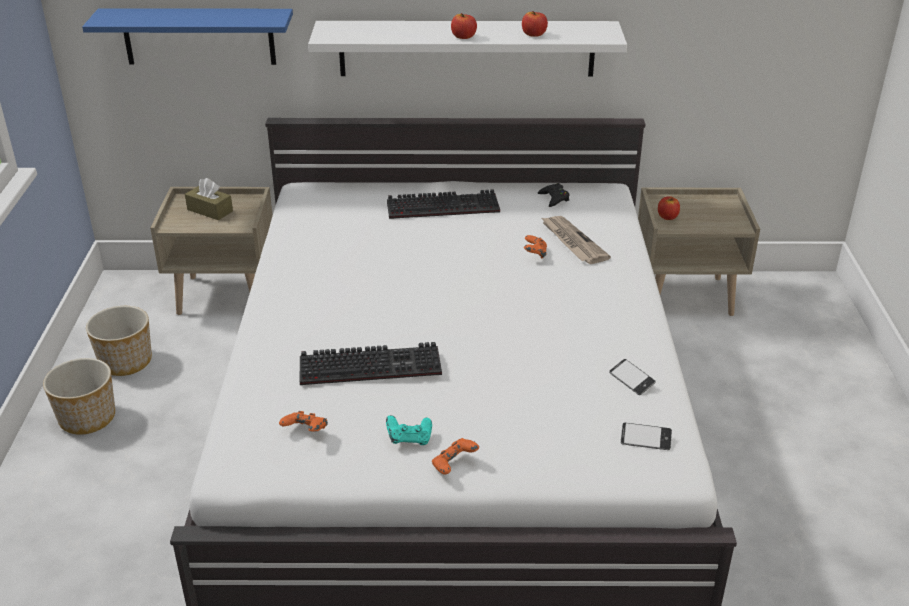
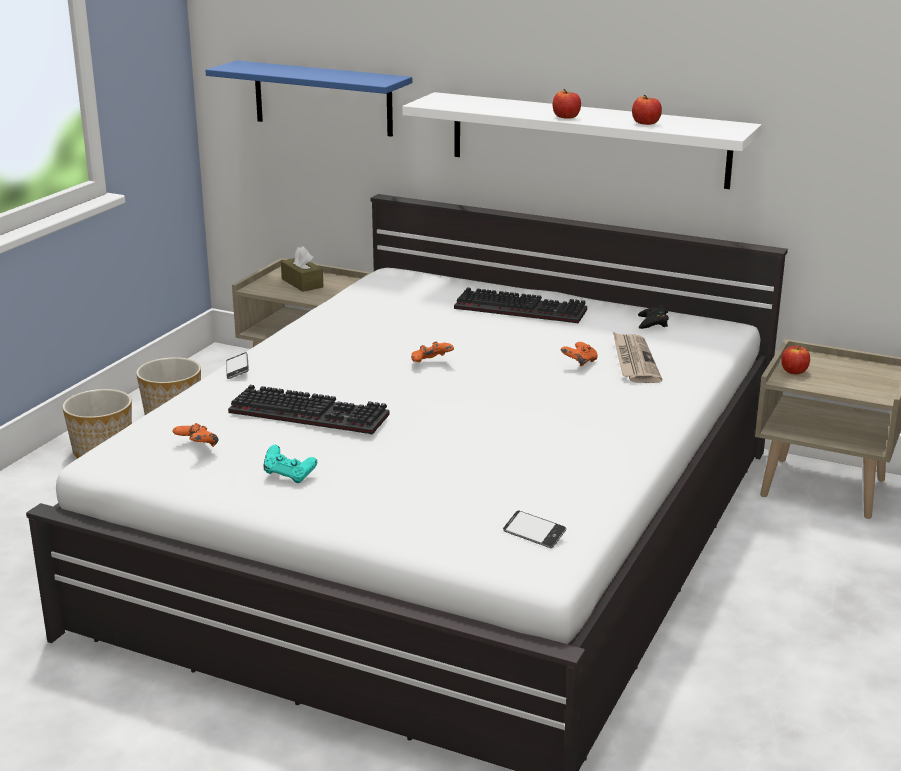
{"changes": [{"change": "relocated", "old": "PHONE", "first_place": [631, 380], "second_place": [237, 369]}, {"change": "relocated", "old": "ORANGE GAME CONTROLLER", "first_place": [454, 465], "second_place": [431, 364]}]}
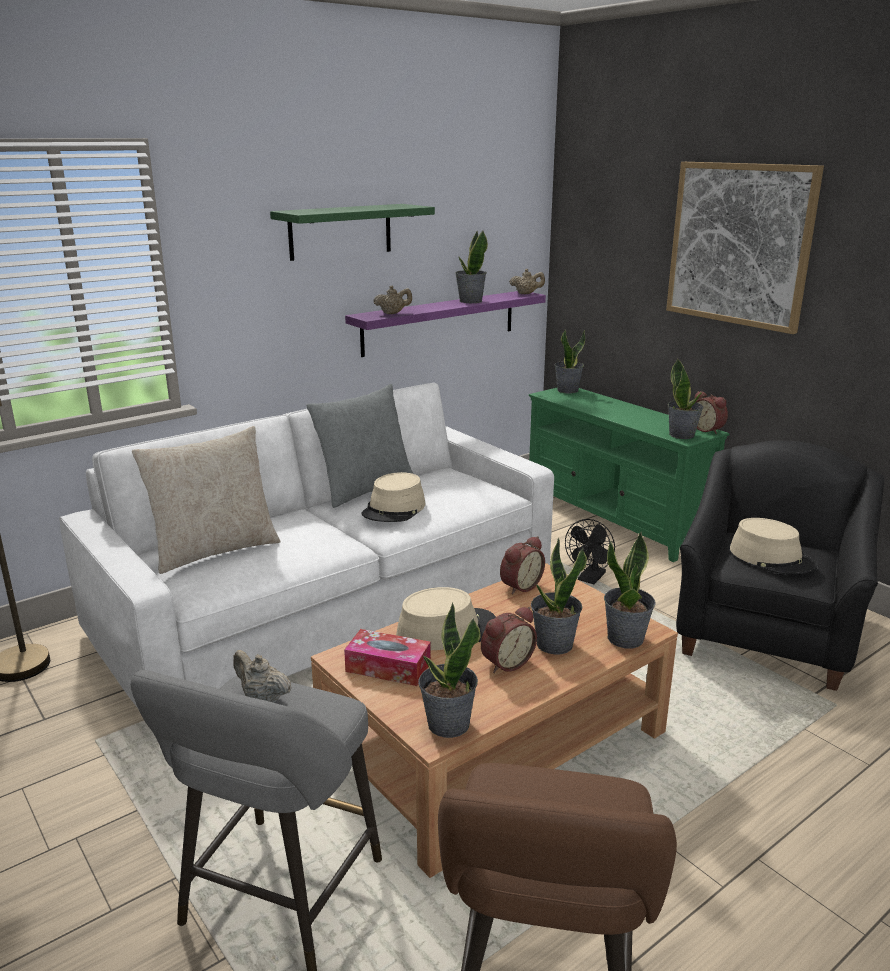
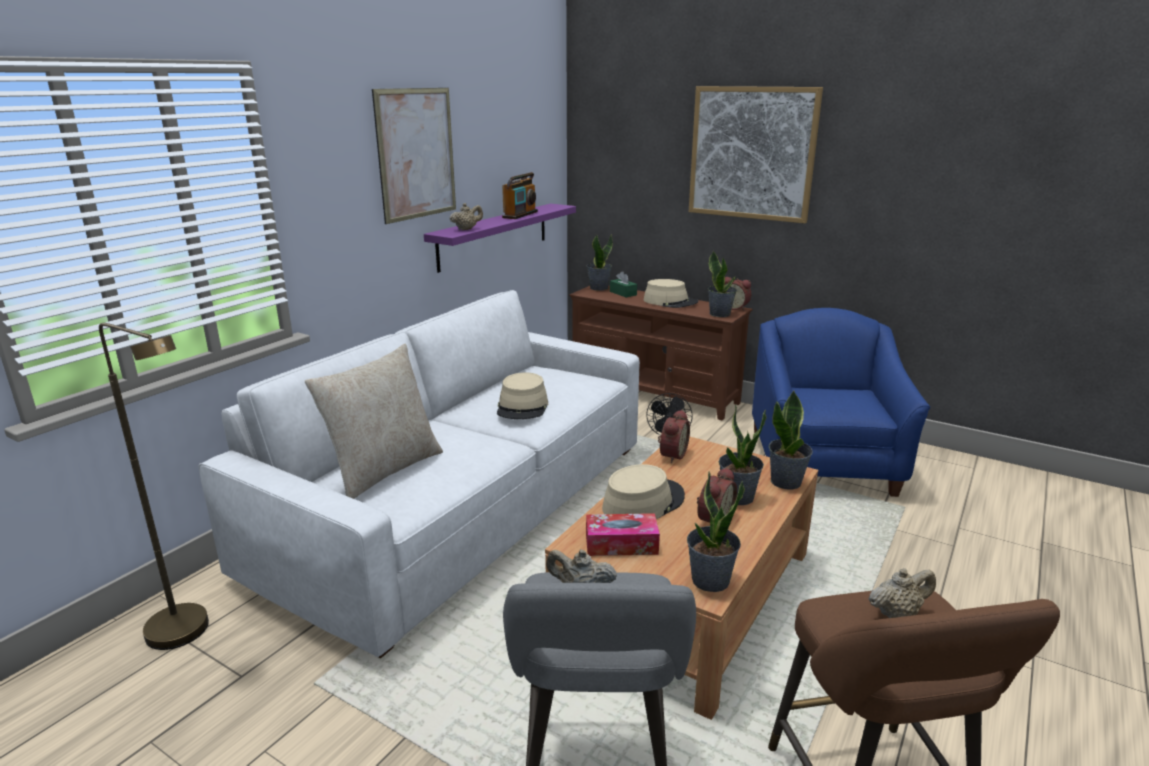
{"changes": [{"change": "exchanged", "old": "GREEN SHELF", "new": "PICTURE", "first_place": [340, 231], "second_place": [416, 154]}, {"change": "exchanged", "old": "POTTED PLANT", "new": "RADIO", "first_place": [470, 301], "second_place": [520, 214]}, {"change": "relocated", "old": "BEIGE TEAPOT", "first_place": [526, 294], "second_place": [897, 613]}, {"change": "missing", "old": "GREY PILLOW", "first_place": [365, 489]}, {"change": "colour", "old": "GREEN TV STAND", "new": "BROWN TV STAND", "first_place": [613, 520], "second_place": [654, 394]}, {"change": "colour", "old": "BLACK ARMCHAIR", "new": "BLUE ARMCHAIR", "first_place": [766, 633], "second_place": [823, 463]}, {"change": "relocated", "old": "BEIGE HAT", "first_place": [772, 558], "second_place": [670, 302]}, {"change": "appeared", "new": "GREEN TISSUE BOX", "second_place": [623, 293]}]}
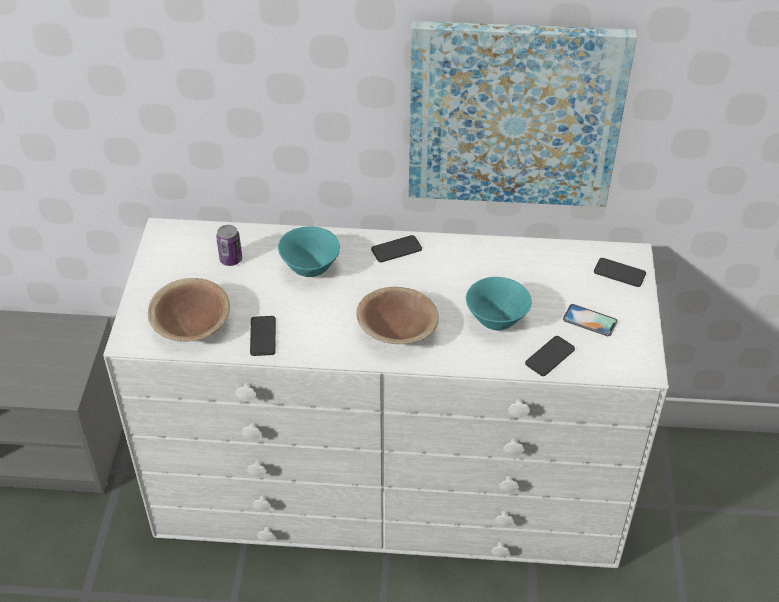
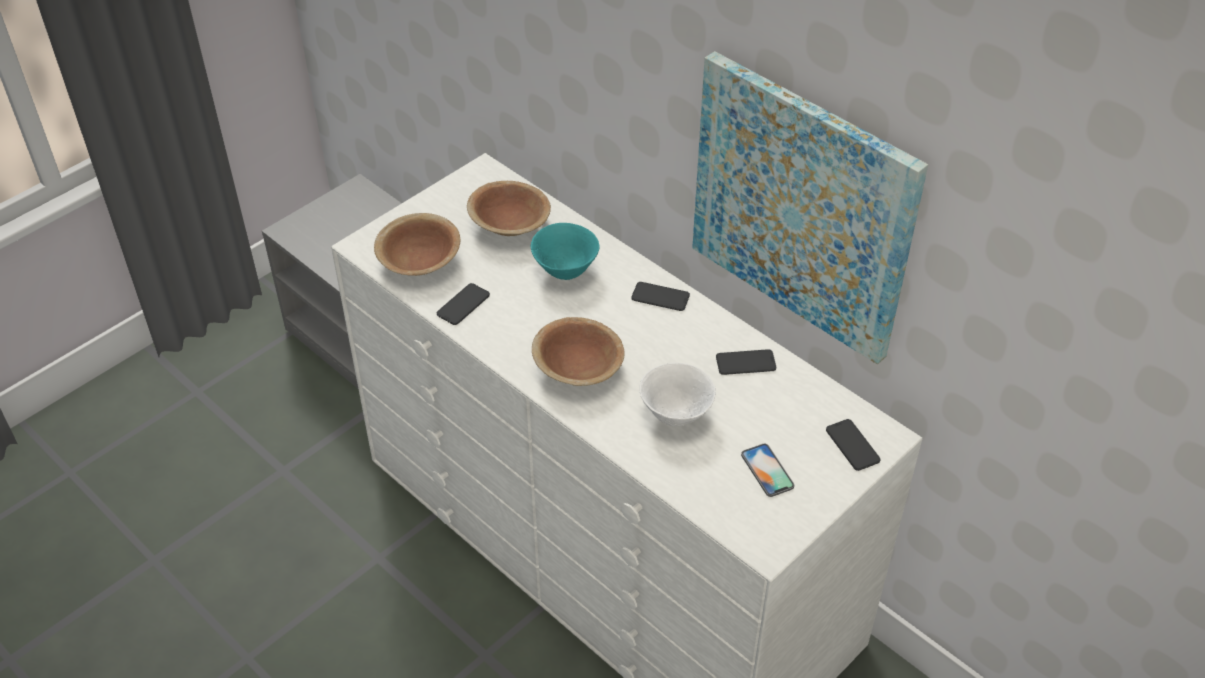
{"changes": [{"change": "exchanged", "old": "CAN", "new": "BROWN BOWL", "first_place": [231, 259], "second_place": [510, 225]}, {"change": "colour", "old": "TURQUOISE BOWL", "new": "WHITE BOWL", "first_place": [496, 321], "second_place": [676, 414]}, {"change": "relocated", "old": "PHONE", "first_place": [550, 356], "second_place": [745, 363]}]}
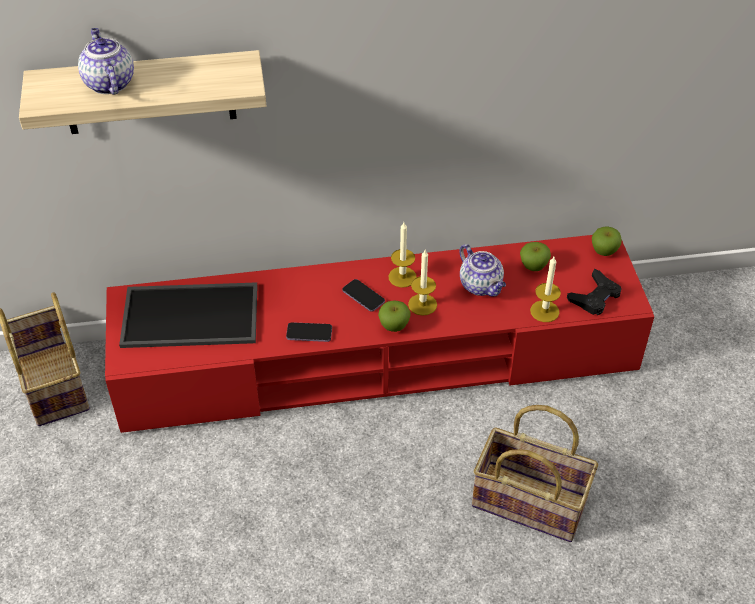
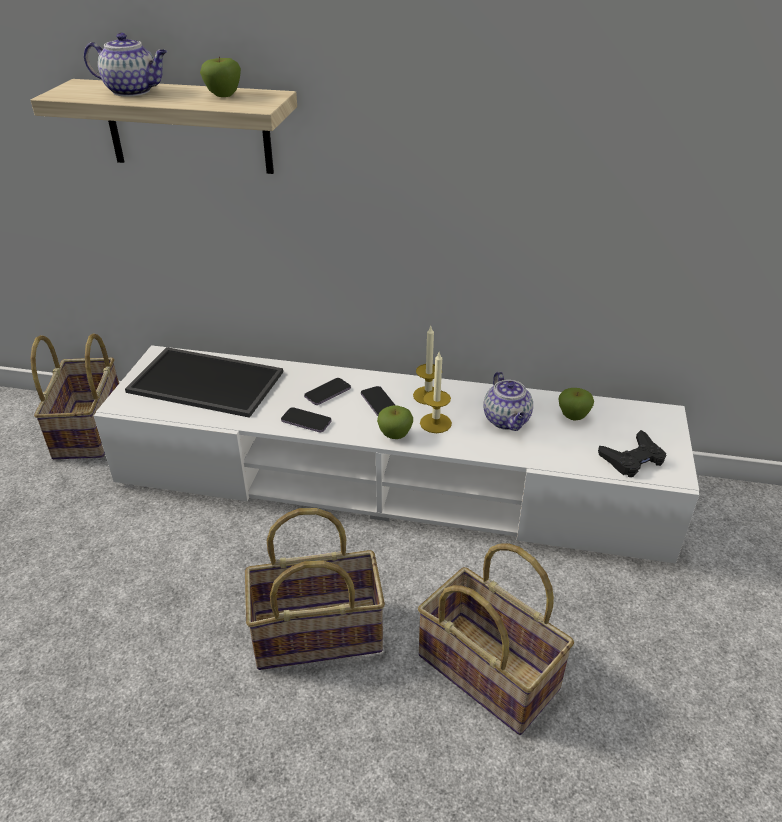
{"changes": [{"change": "spun", "old": "TEAPOT", "first_place": [108, 83], "second_place": [133, 91], "degrees": 105}, {"change": "relocated", "old": "APPLE", "first_place": [604, 251], "second_place": [223, 95]}, {"change": "colour", "old": "RED TV STAND", "new": "WHITE TV STAND", "first_place": [378, 358], "second_place": [392, 481]}, {"change": "missing", "old": "CANDLE", "first_place": [544, 311]}, {"change": "appeared", "new": "PHONE", "second_place": [327, 393]}, {"change": "appeared", "new": "BASKET", "second_place": [318, 632]}]}
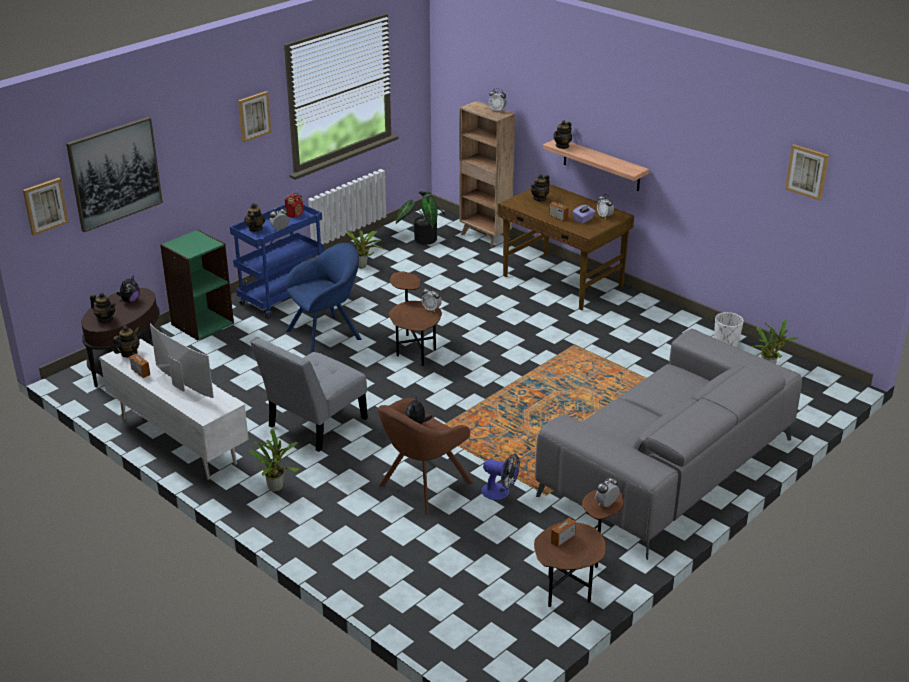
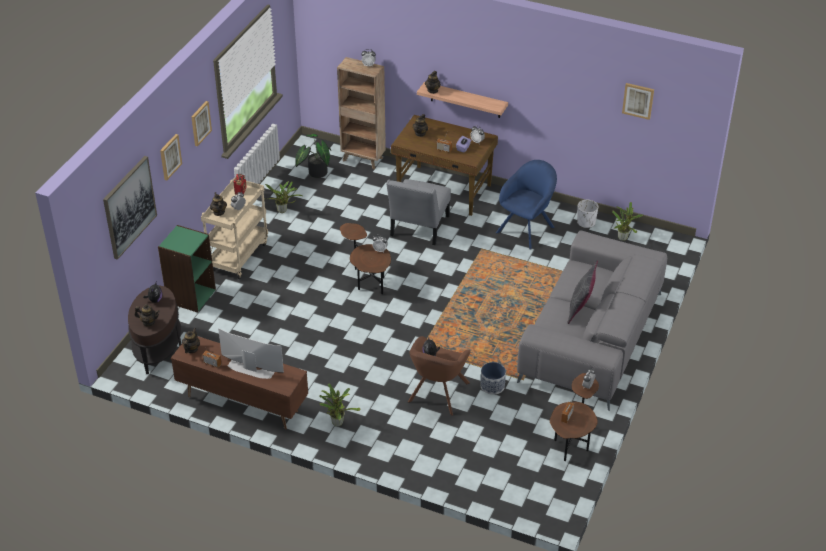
{"changes": [{"change": "relocated", "old": "PICTURE", "first_place": [45, 206], "second_place": [170, 156]}, {"change": "colour", "old": "BLUE CART", "new": "BEIGE CART", "first_place": [282, 297], "second_place": [238, 255]}, {"change": "relocated", "old": "BLUE ARMCHAIR", "first_place": [327, 334], "second_place": [527, 228]}, {"change": "relocated", "old": "GREY CHAIR", "first_place": [313, 425], "second_place": [418, 228]}, {"change": "colour", "old": "WHITE TV STAND", "new": "BROWN TV STAND", "first_place": [179, 441], "second_place": [243, 403]}, {"change": "exchanged", "old": "FAN", "new": "PLANTER", "first_place": [500, 492], "second_place": [492, 386]}, {"change": "appeared", "new": "GREY PILLOW", "second_place": [580, 309]}]}
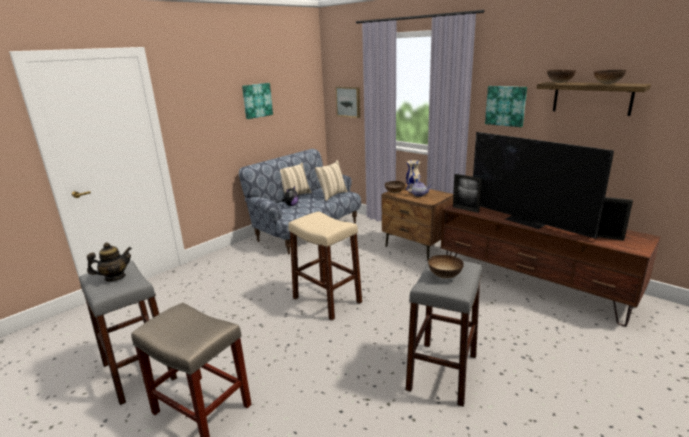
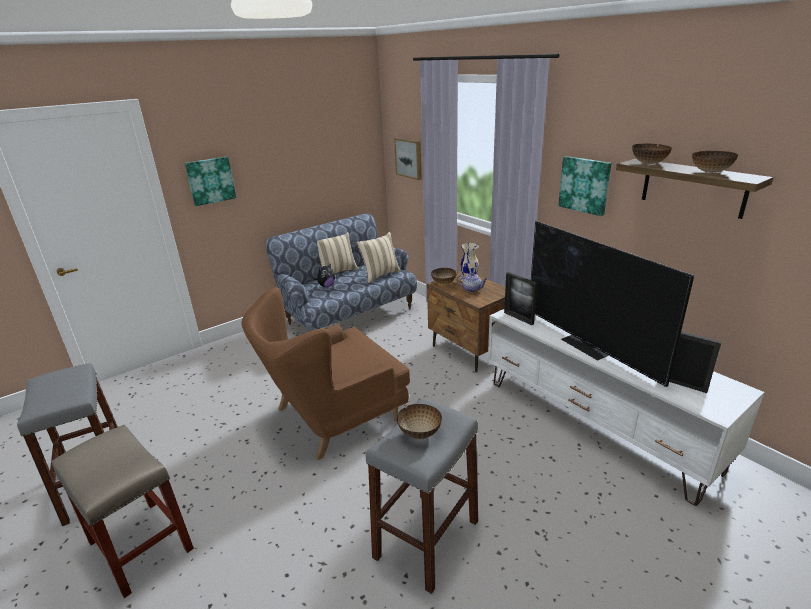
{"changes": [{"change": "relocated", "old": "PICTURE", "first_place": [257, 100], "second_place": [210, 180]}, {"change": "colour", "old": "BROWN TV STAND", "new": "WHITE TV STAND", "first_place": [532, 284], "second_place": [595, 423]}, {"change": "exchanged", "old": "BEIGE STOOL", "new": "BROWN ARMCHAIR", "first_place": [327, 300], "second_place": [333, 416]}, {"change": "missing", "old": "TEAPOT", "first_place": [115, 277]}]}
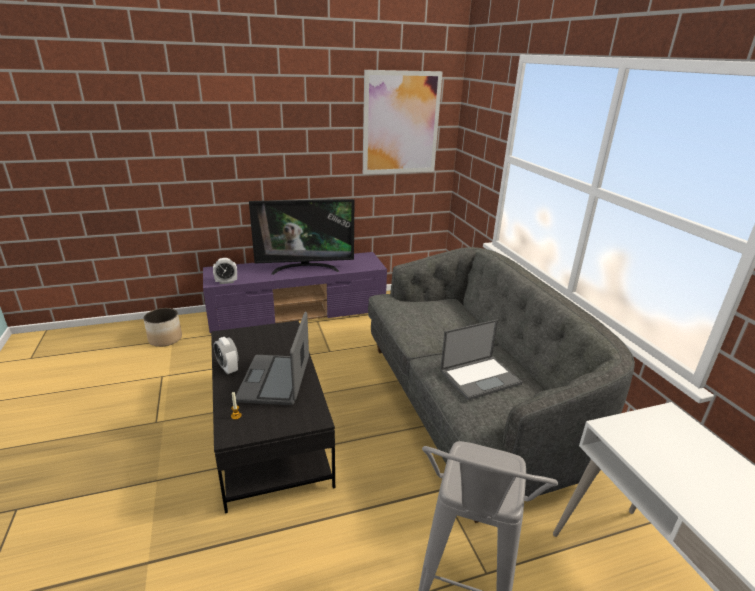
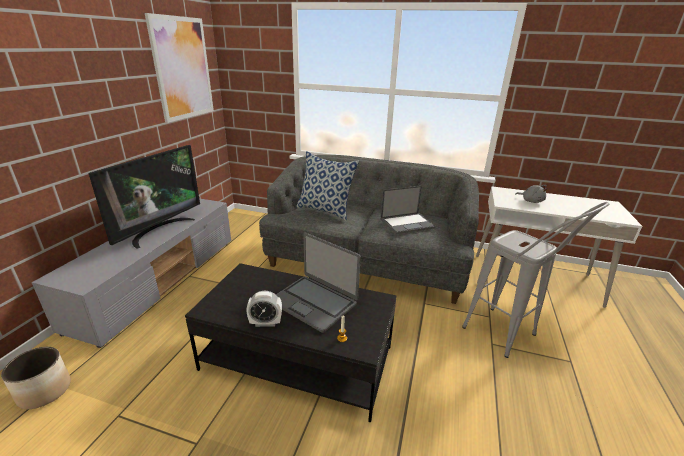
{"changes": [{"change": "colour", "old": "PURPLE TV STAND", "new": "GREY TV STAND", "first_place": [299, 313], "second_place": [160, 280]}, {"change": "missing", "old": "ALARM CLOCK", "first_place": [226, 282]}, {"change": "spun", "old": "LAPTOP", "first_place": [480, 377], "second_place": [407, 223], "degrees": 60}, {"change": "appeared", "new": "PILLOW", "second_place": [325, 210]}, {"change": "appeared", "new": "GREY PLUSH TOY", "second_place": [531, 201]}]}
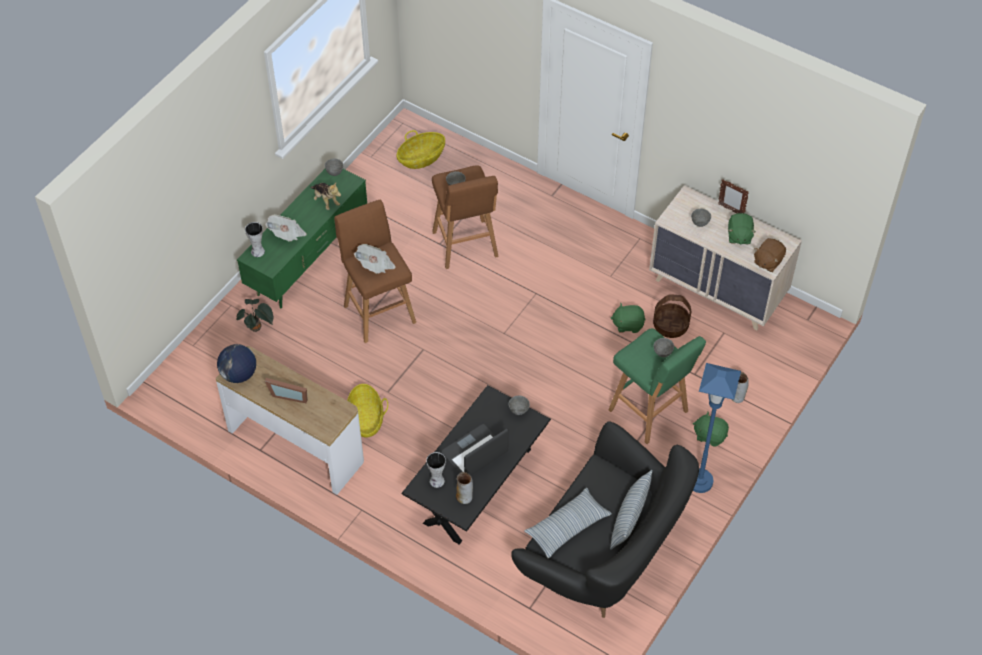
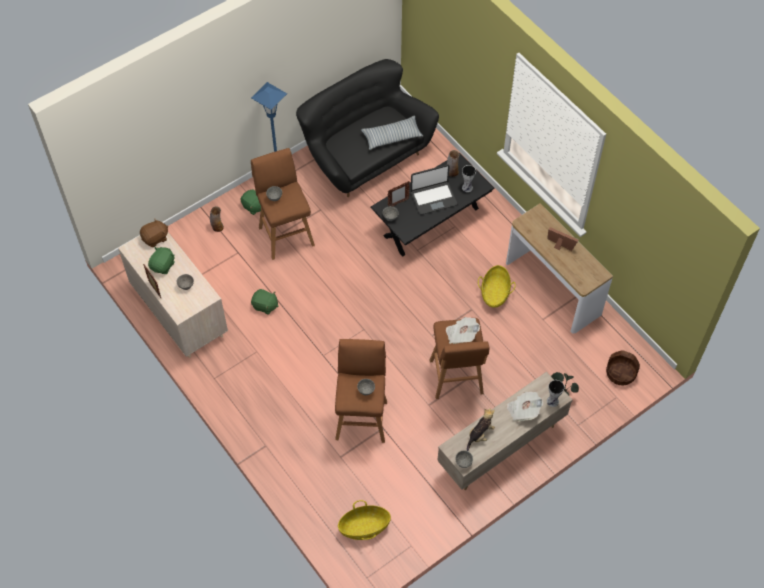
{"changes": [{"change": "colour", "old": "GREEN TV STAND", "new": "BEIGE TV STAND", "first_place": [308, 260], "second_place": [500, 448]}, {"change": "spun", "old": "PLUSH TOY", "first_place": [326, 201], "second_place": [480, 434], "degrees": 60}, {"change": "relocated", "old": "BASKET", "first_place": [670, 325], "second_place": [620, 373]}, {"change": "colour", "old": "GREEN STOOL", "new": "BROWN STOOL", "first_place": [650, 412], "second_place": [286, 235]}, {"change": "missing", "old": "GLOBE", "first_place": [239, 375]}, {"change": "missing", "old": "PILLOW", "first_place": [629, 519]}, {"change": "appeared", "new": "PICTURE FRAME", "second_place": [398, 203]}]}
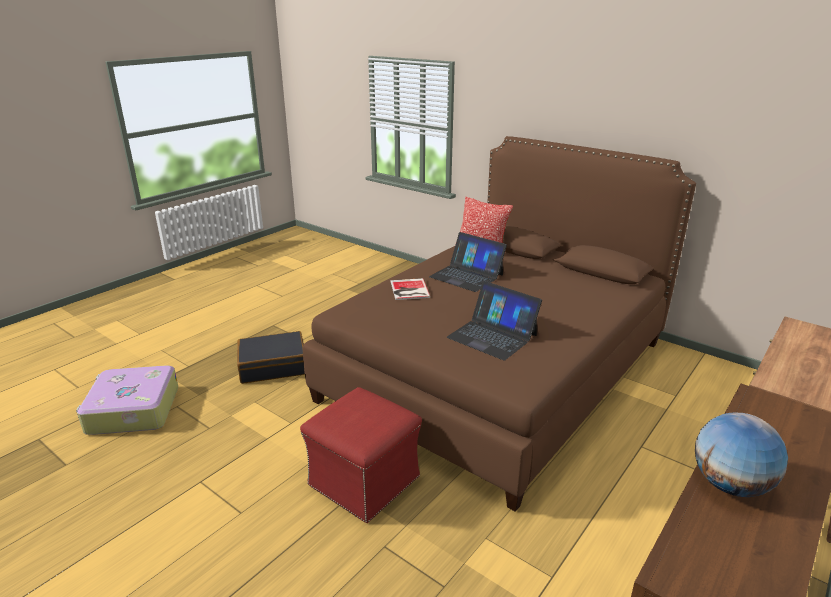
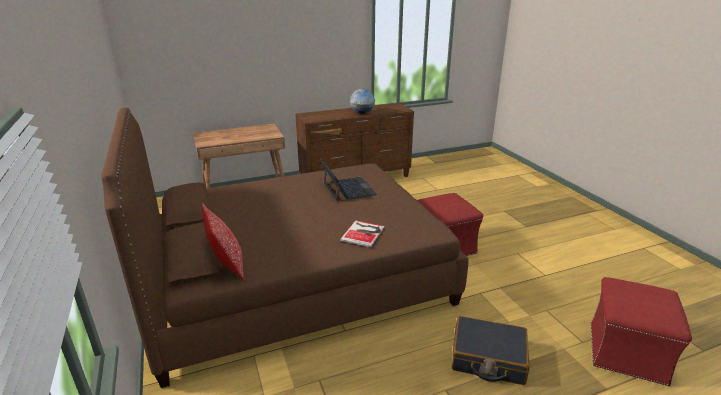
{"changes": [{"change": "missing", "old": "LAPTOP", "first_place": [466, 275]}, {"change": "exchanged", "old": "SUITCASE", "new": "RED OTTOMAN", "first_place": [132, 411], "second_place": [626, 352]}]}
